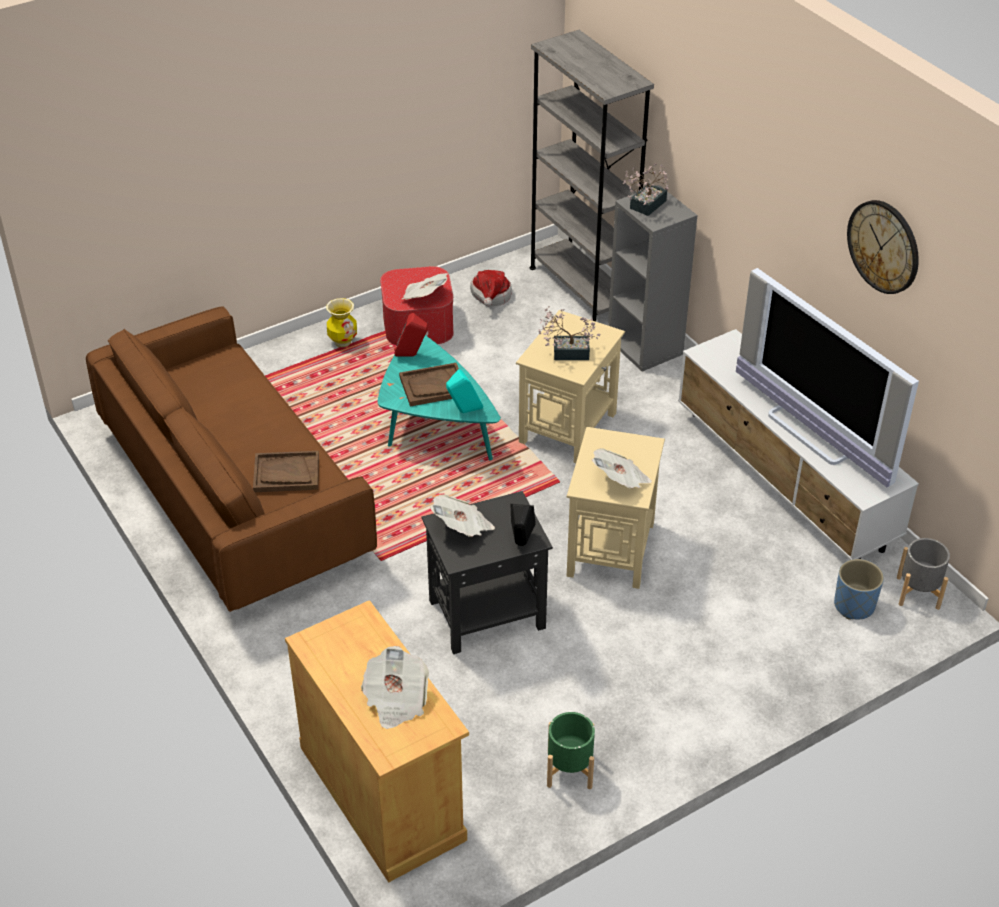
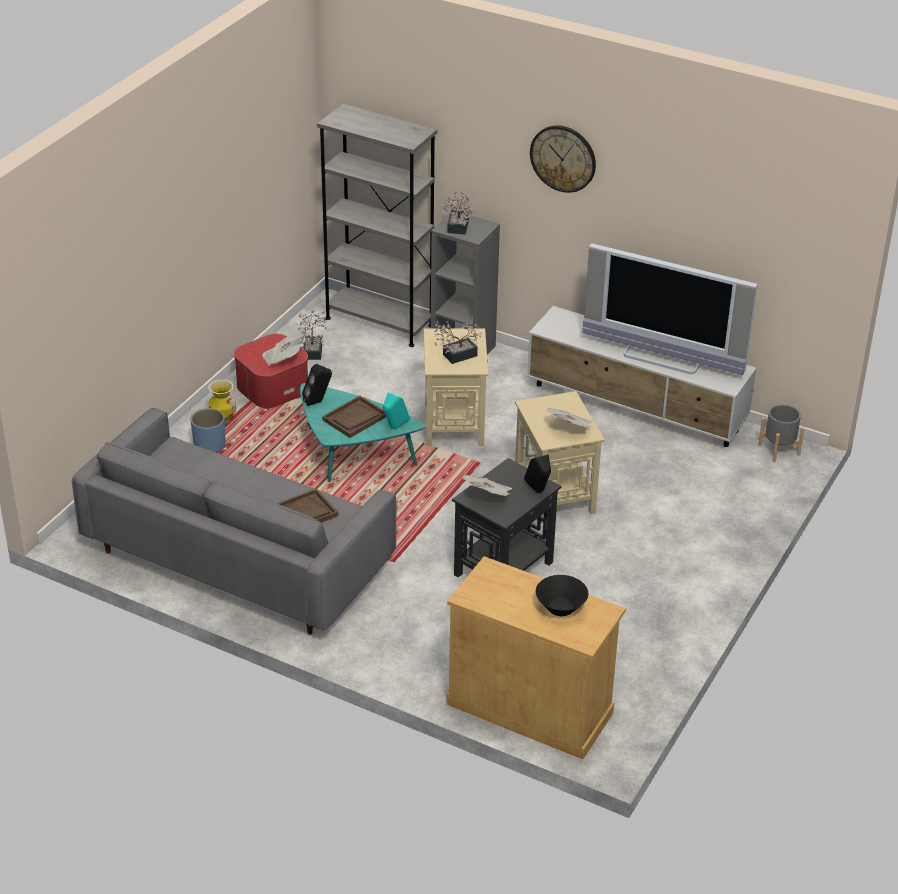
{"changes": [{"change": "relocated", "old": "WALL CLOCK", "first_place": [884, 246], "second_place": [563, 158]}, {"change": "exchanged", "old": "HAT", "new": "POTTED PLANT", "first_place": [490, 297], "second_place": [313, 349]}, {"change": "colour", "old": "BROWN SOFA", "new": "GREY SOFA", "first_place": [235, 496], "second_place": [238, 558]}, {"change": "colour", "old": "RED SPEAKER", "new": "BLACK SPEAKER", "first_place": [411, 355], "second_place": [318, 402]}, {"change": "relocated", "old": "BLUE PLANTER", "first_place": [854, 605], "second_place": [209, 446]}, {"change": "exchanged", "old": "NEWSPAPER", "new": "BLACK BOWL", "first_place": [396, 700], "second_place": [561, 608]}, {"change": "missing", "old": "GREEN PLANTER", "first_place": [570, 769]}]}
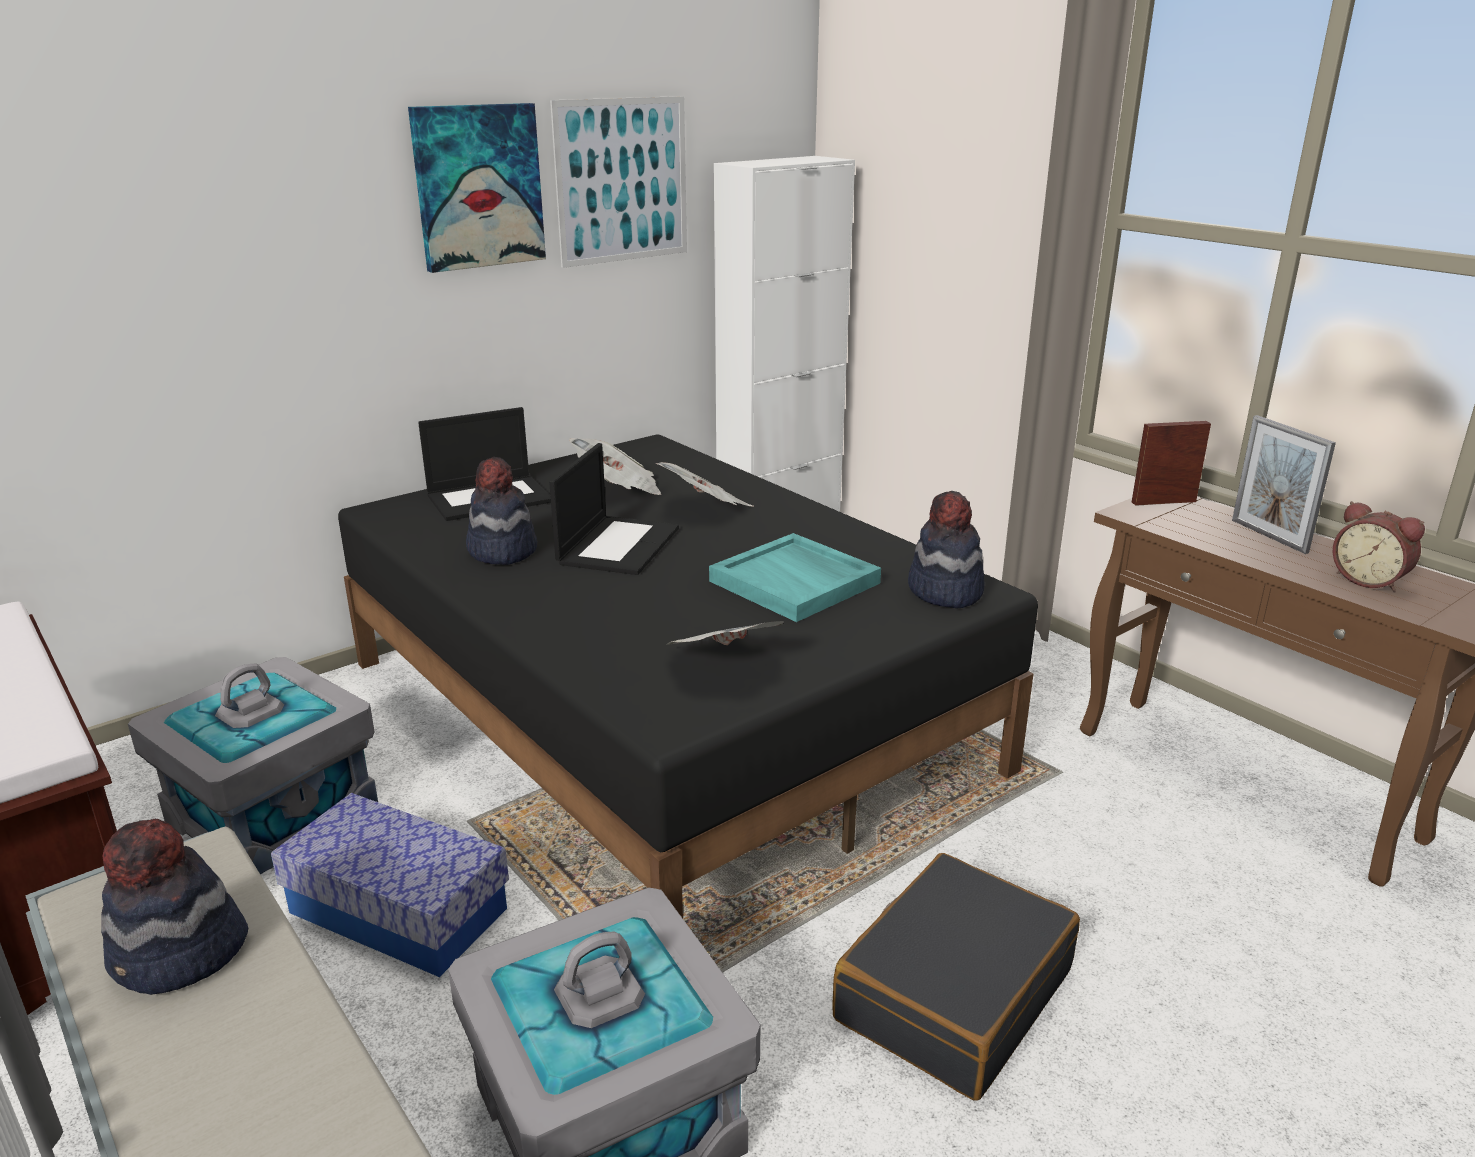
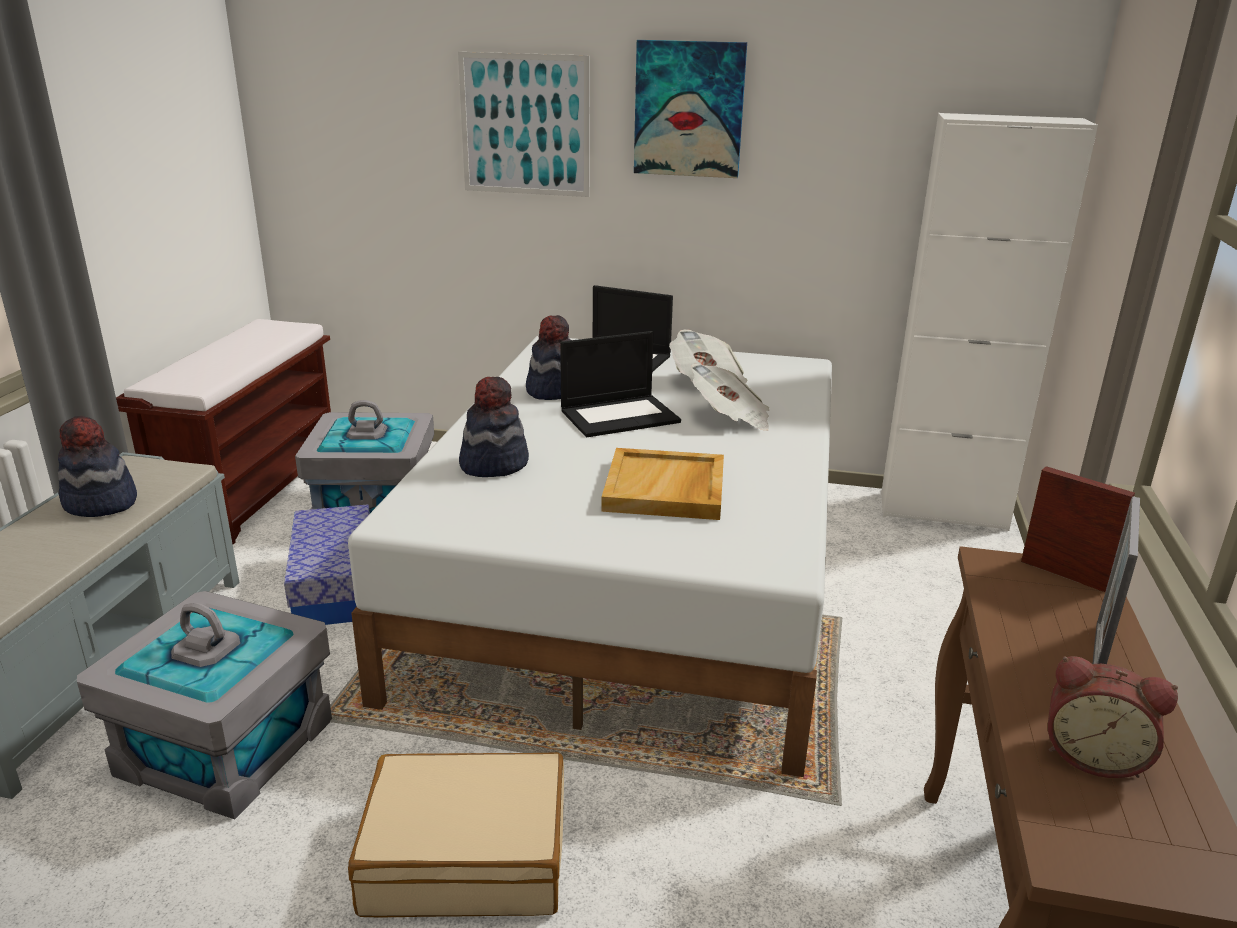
{"changes": [{"change": "relocated", "old": "PICTURE", "first_place": [622, 181], "second_place": [525, 125]}, {"change": "colour", "old": "BLACK BED", "new": "WHITE BED", "first_place": [664, 714], "second_place": [637, 574]}, {"change": "relocated", "old": "HAT", "first_place": [944, 591], "second_place": [493, 464]}, {"change": "spun", "old": "ALARM CLOCK", "first_place": [1369, 580], "second_place": [1093, 755], "degrees": -75}, {"change": "colour", "old": "TURQUOISE TRAY", "new": "BEIGE TRAY", "first_place": [796, 582], "second_place": [666, 489]}, {"change": "missing", "old": "NEWSPAPER", "first_place": [724, 662]}, {"change": "colour", "old": "BLACK SUITCASE", "new": "BEIGE SUITCASE", "first_place": [952, 994], "second_place": [466, 855]}]}
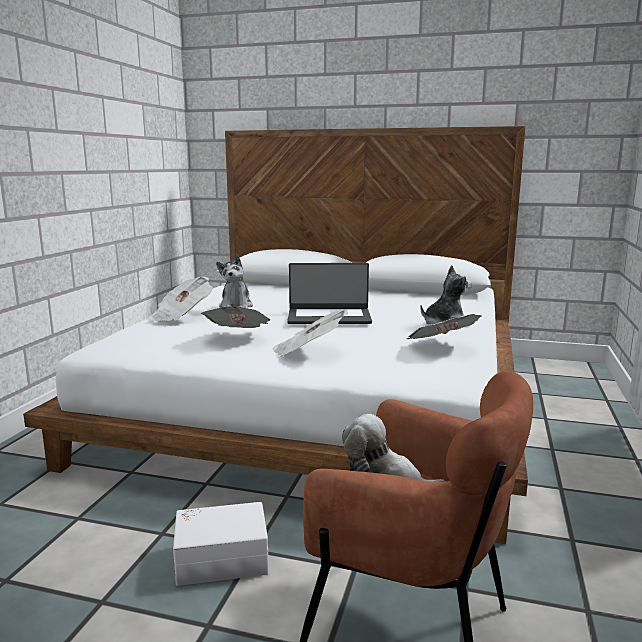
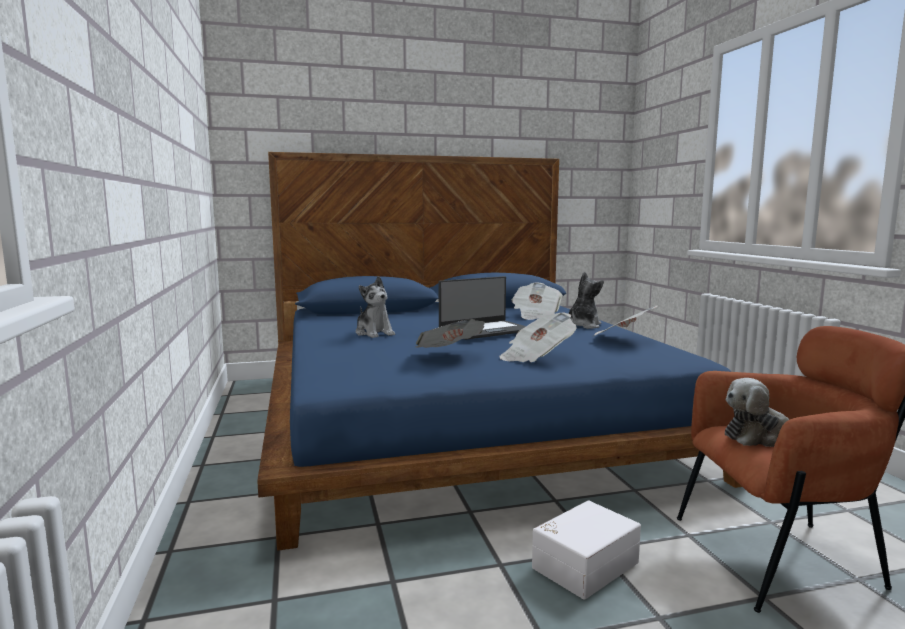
{"changes": [{"change": "colour", "old": "WHITE BED", "new": "BLUE BED", "first_place": [323, 401], "second_place": [463, 420]}, {"change": "relocated", "old": "NEWSPAPER", "first_place": [181, 316], "second_place": [535, 315]}]}
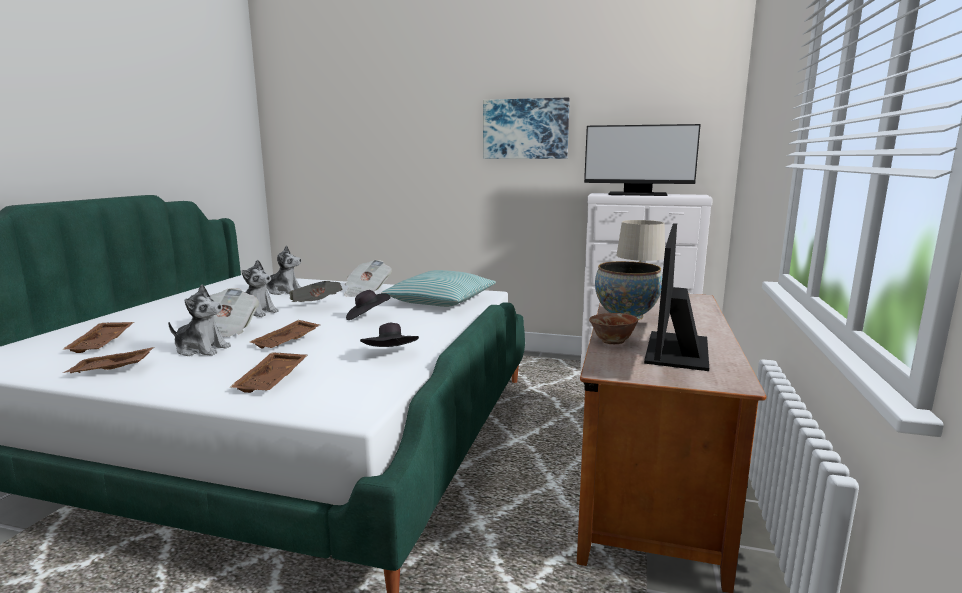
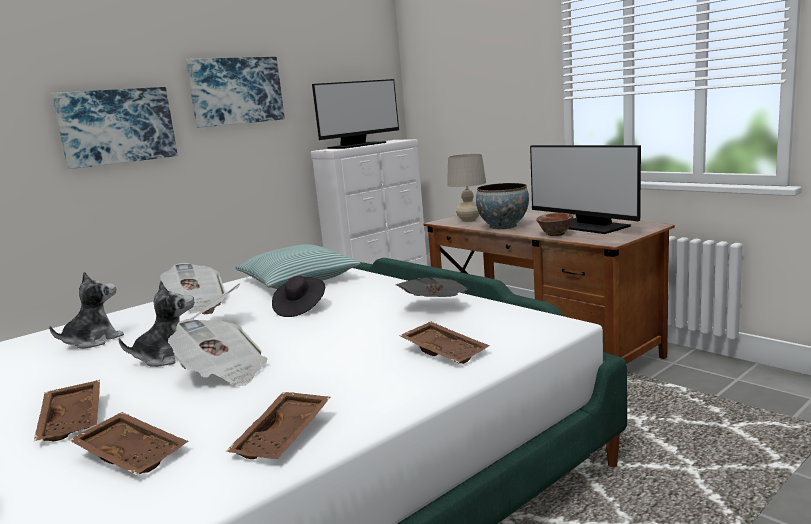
{"changes": [{"change": "missing", "old": "PLUSH TOY", "first_place": [201, 349]}, {"change": "relocated", "old": "BROWN TRAY", "first_place": [287, 342], "second_place": [74, 420]}, {"change": "exchanged", "old": "BLACK HAT", "new": "NEWSPAPER", "first_place": [391, 355], "second_place": [435, 307]}, {"change": "appeared", "new": "PICTURE", "second_place": [117, 126]}]}
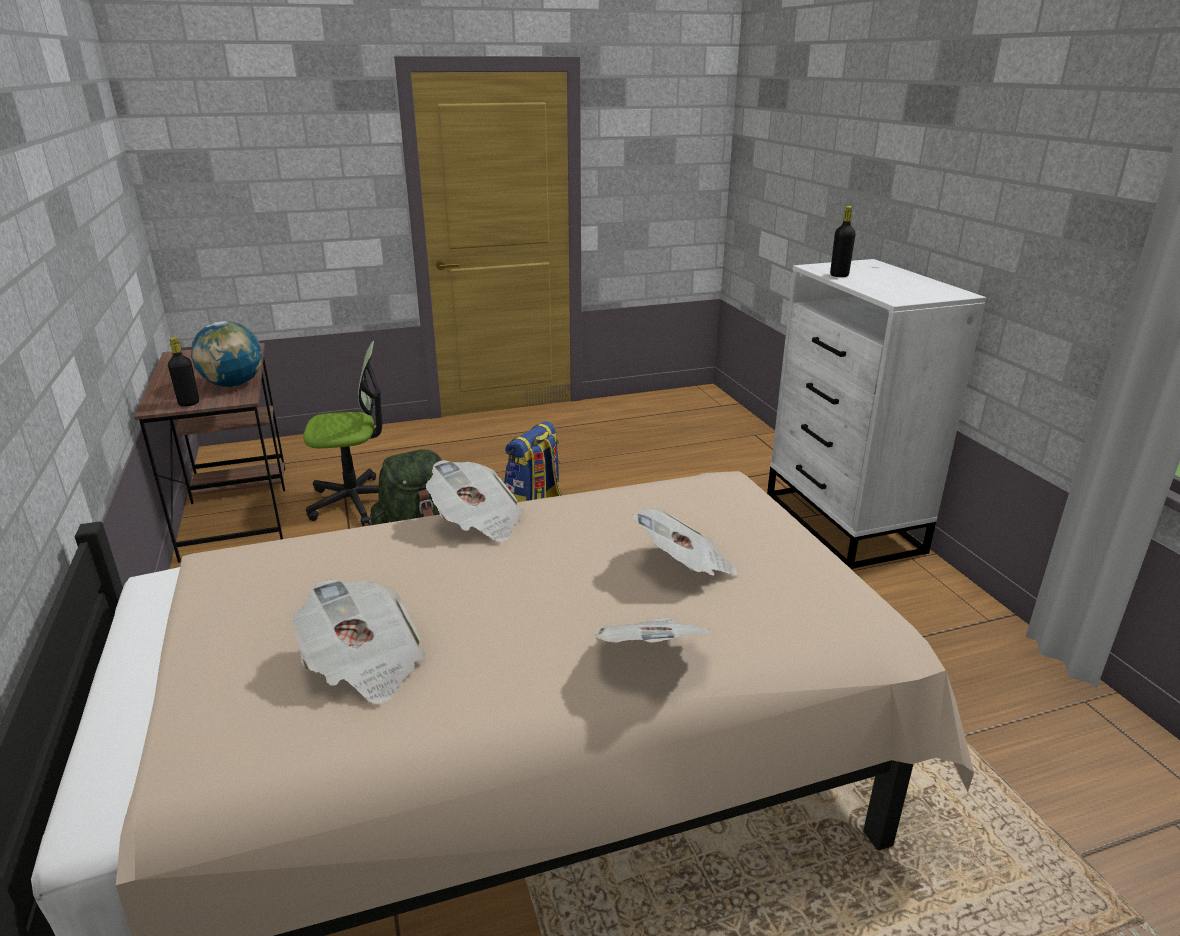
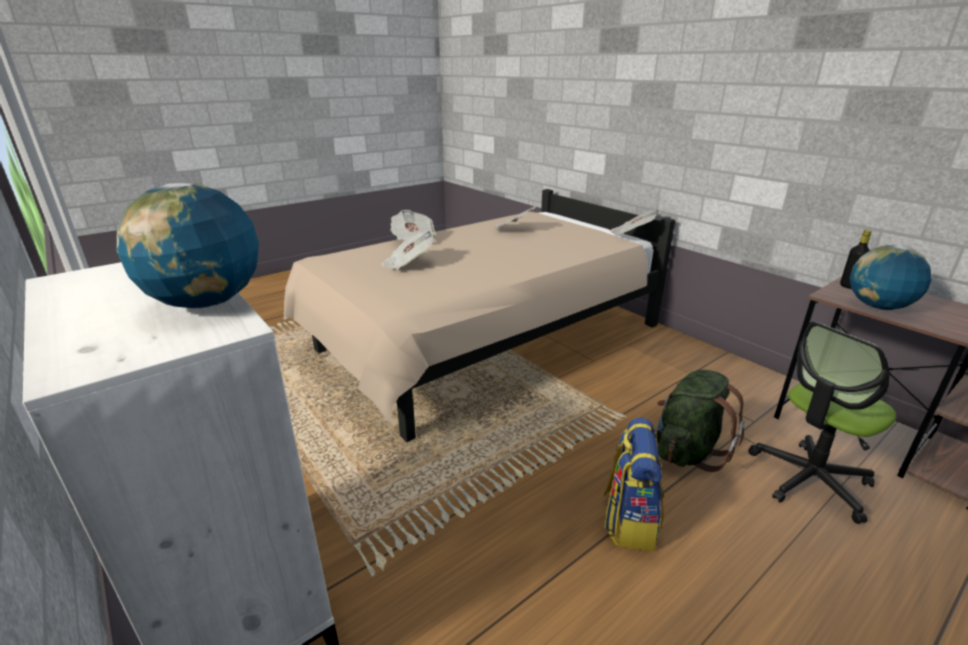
{"changes": [{"change": "exchanged", "old": "BLACK BOTTLE", "new": "GLOBE", "first_place": [839, 275], "second_place": [206, 303]}, {"change": "relocated", "old": "NEWSPAPER", "first_place": [477, 522], "second_place": [632, 234]}]}
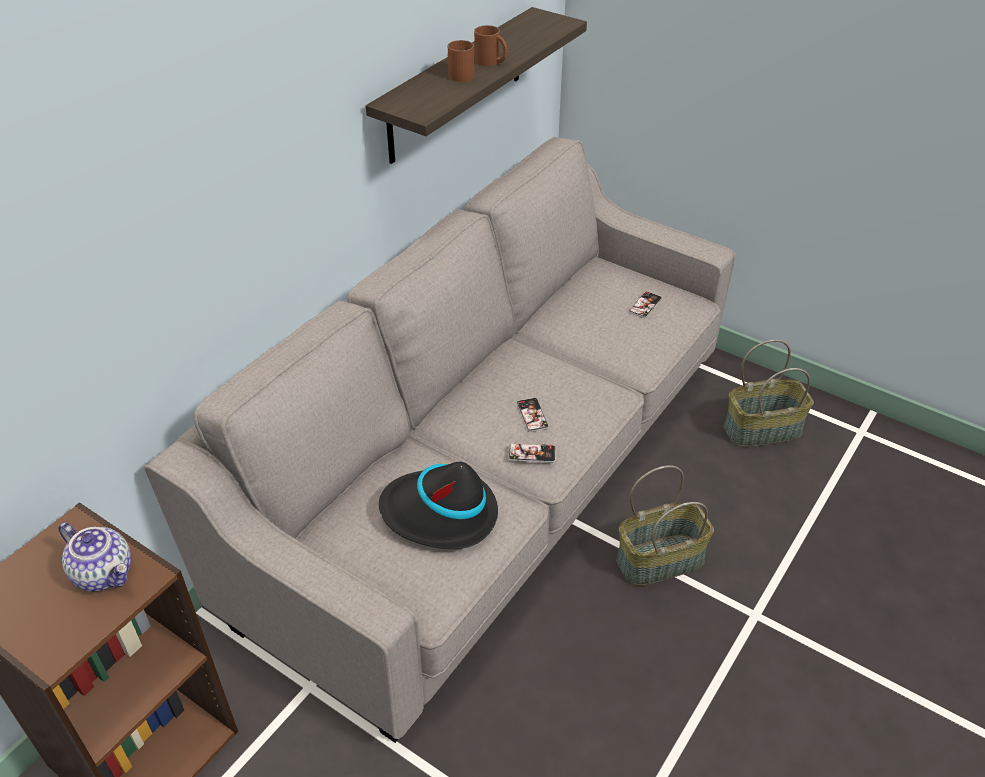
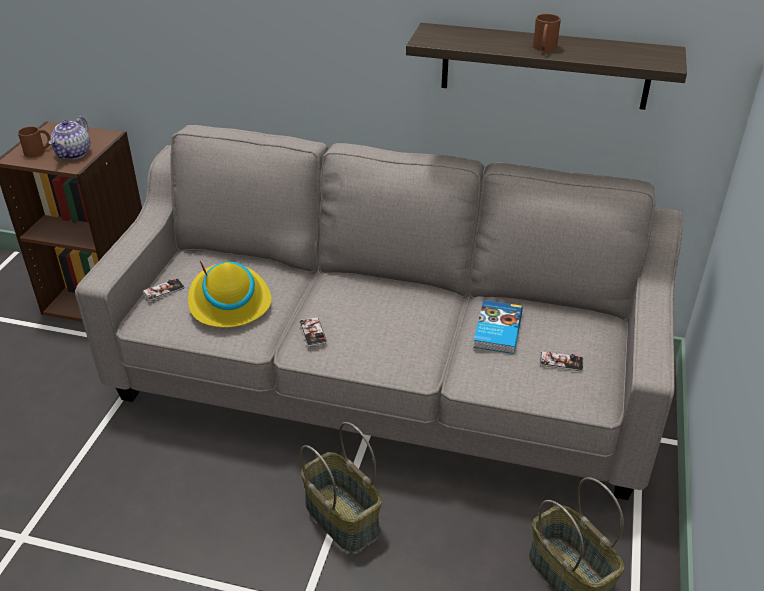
{"changes": [{"change": "relocated", "old": "BROWN MUG", "first_place": [460, 73], "second_place": [38, 151]}, {"change": "relocated", "old": "PHONE", "first_place": [532, 415], "second_place": [164, 290]}, {"change": "colour", "old": "BLACK HAT", "new": "YELLOW HAT", "first_place": [439, 514], "second_place": [229, 301]}, {"change": "appeared", "new": "BOOK", "second_place": [496, 330]}]}
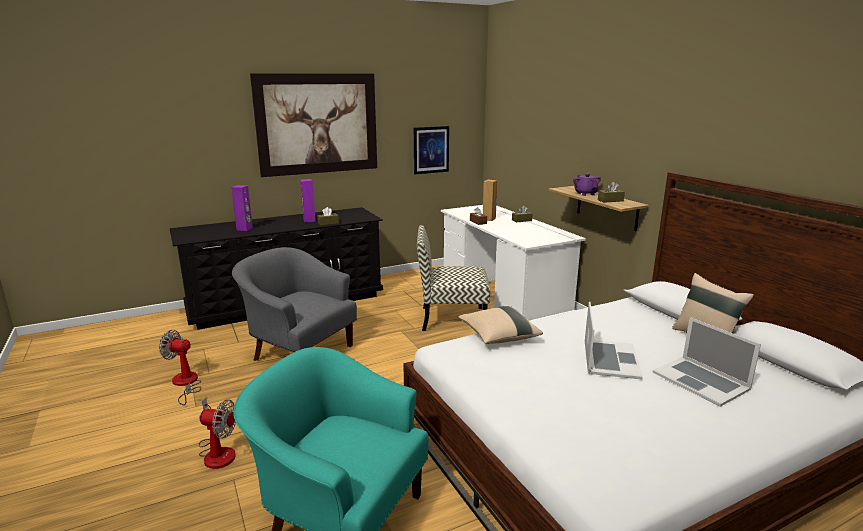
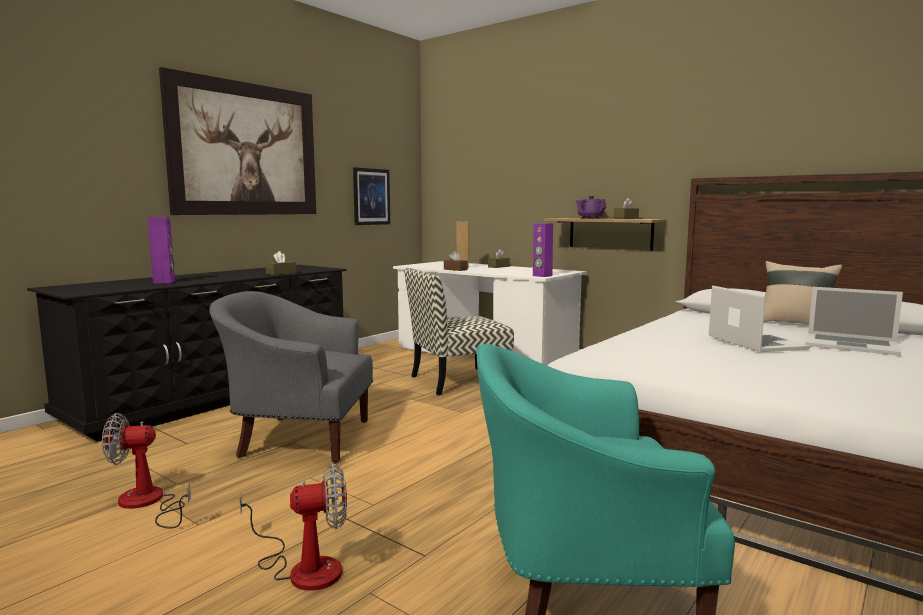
{"changes": [{"change": "relocated", "old": "PURPLE SPEAKER", "first_place": [309, 220], "second_place": [542, 276]}, {"change": "missing", "old": "BEIGE PILLOW", "first_place": [498, 336]}]}
